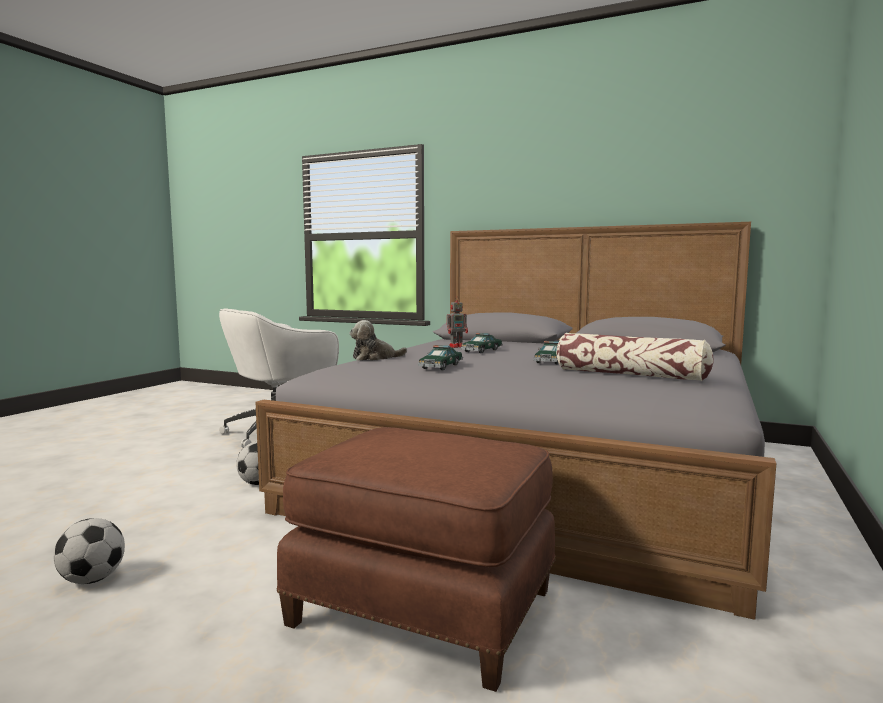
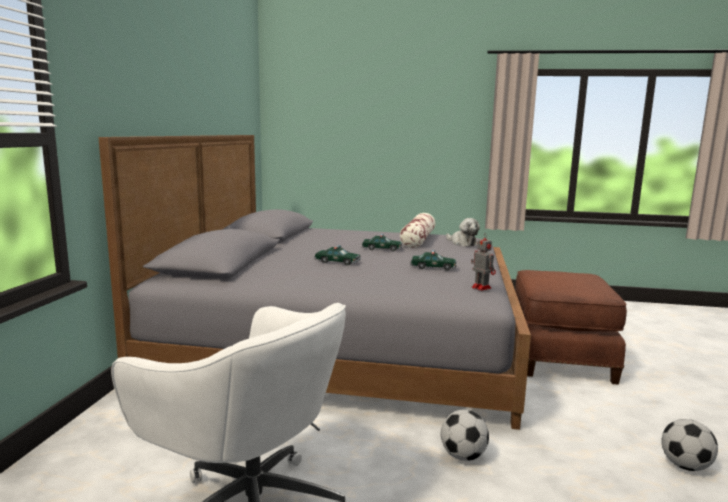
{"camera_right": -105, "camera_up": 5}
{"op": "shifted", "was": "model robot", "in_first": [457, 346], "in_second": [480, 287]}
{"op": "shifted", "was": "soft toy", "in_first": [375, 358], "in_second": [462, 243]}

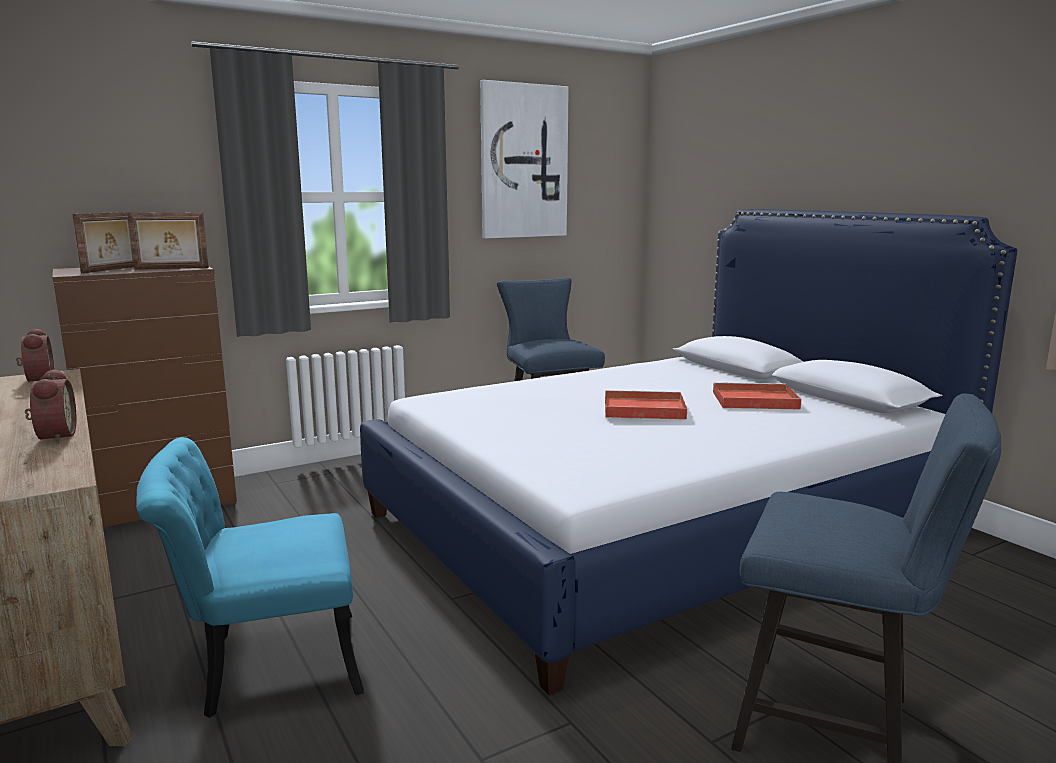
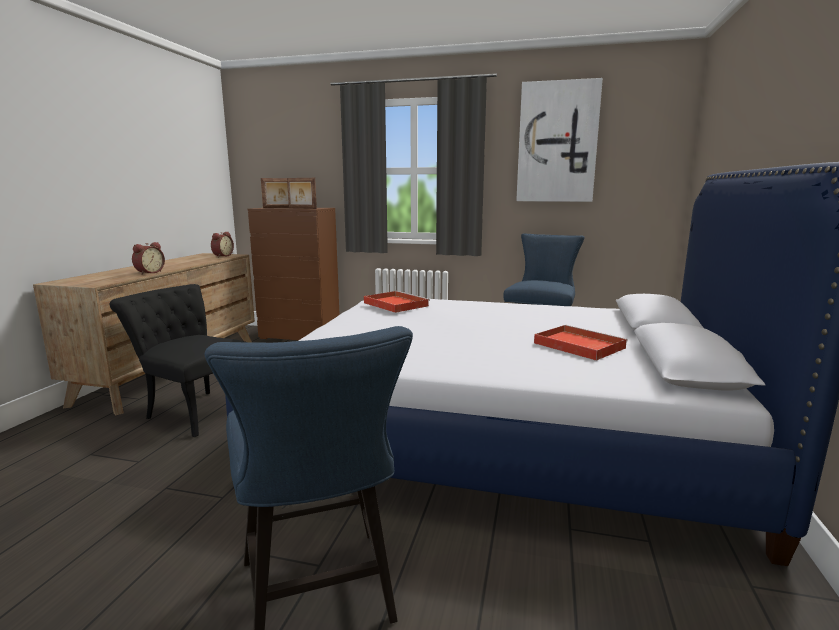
{"camera_right": 45, "camera_up": 0}
{"op": "shifted", "was": "serving tray in reddish", "in_first": [642, 409], "in_second": [394, 304]}
{"op": "repainted", "was": "chair in turquoise-coloured", "now": "chair in black-coloured", "in_first": [263, 666], "in_second": [195, 410]}

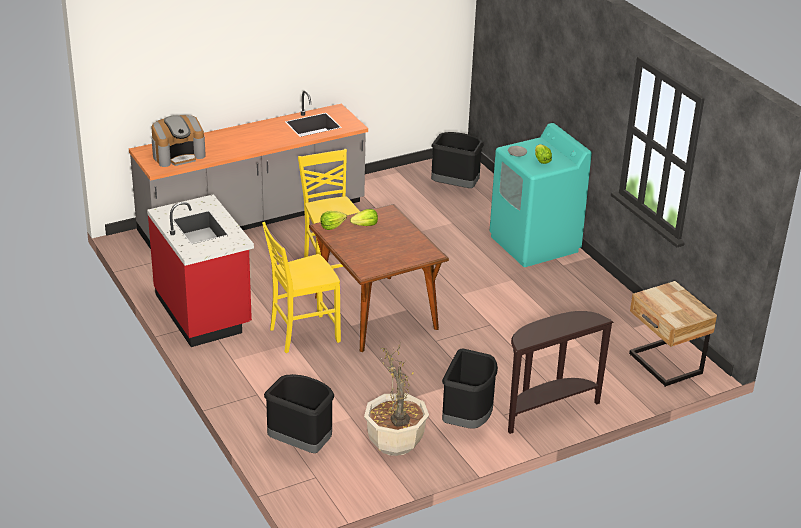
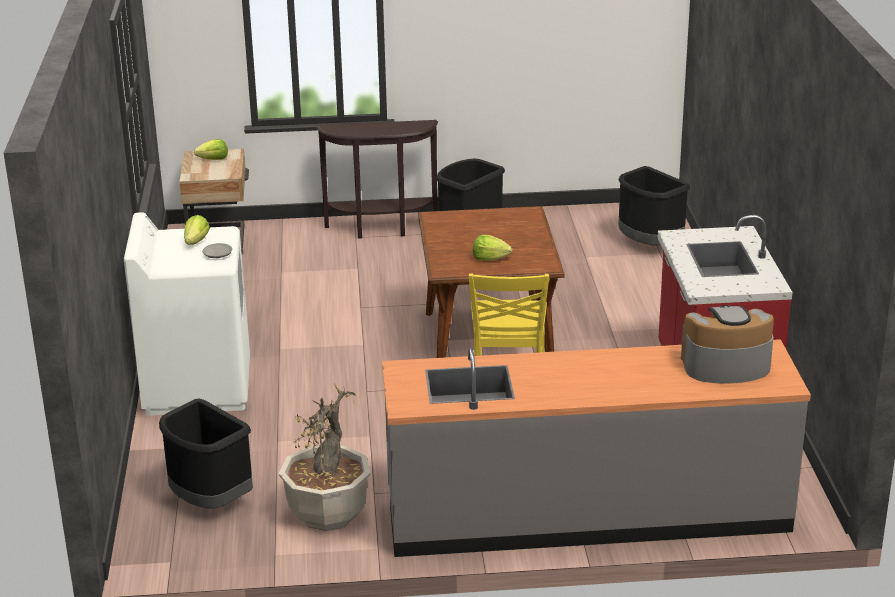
{"camera_right": -155, "camera_up": -5}
{"op": "repainted", "was": "laundry machine in turquoise-coloured", "now": "laundry machine in white", "in_first": [534, 244], "in_second": [197, 386]}
{"op": "shifted", "was": "lettuce head", "in_first": [332, 226], "in_second": [213, 159]}
{"op": "gone", "was": "chair in yellow-coloured", "in_first": [302, 335]}
{"op": "shifted", "was": "potted plant", "in_first": [394, 443], "in_second": [328, 515]}

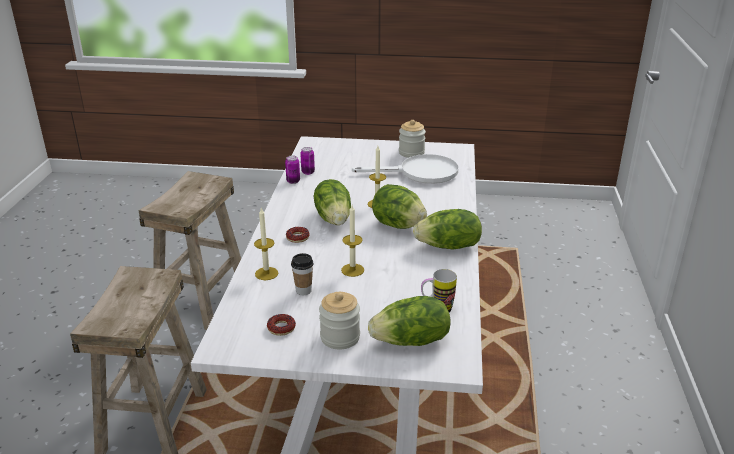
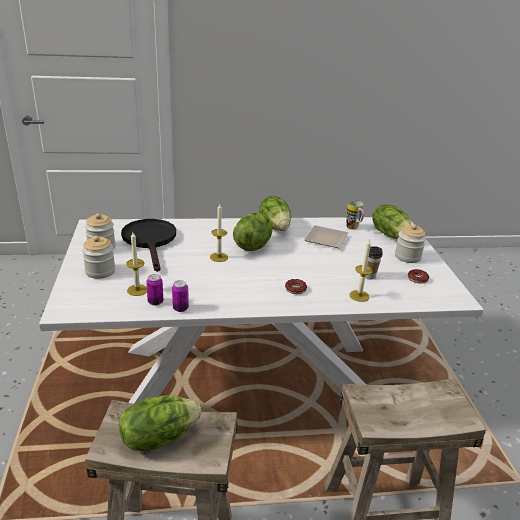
{"camera_right": -105, "camera_up": 0}
{"op": "repainted", "was": "frying pan in white", "now": "frying pan in black-coloured", "in_first": [420, 173], "in_second": [150, 241]}
{"op": "shifted", "was": "lettuce head", "in_first": [334, 218], "in_second": [158, 437]}
{"op": "shifted", "was": "wax candle", "in_first": [352, 270], "in_second": [137, 290]}
{"op": "new", "now": "flat dish", "in_second": [327, 239]}
{"op": "new", "now": "jar", "in_second": [100, 271]}

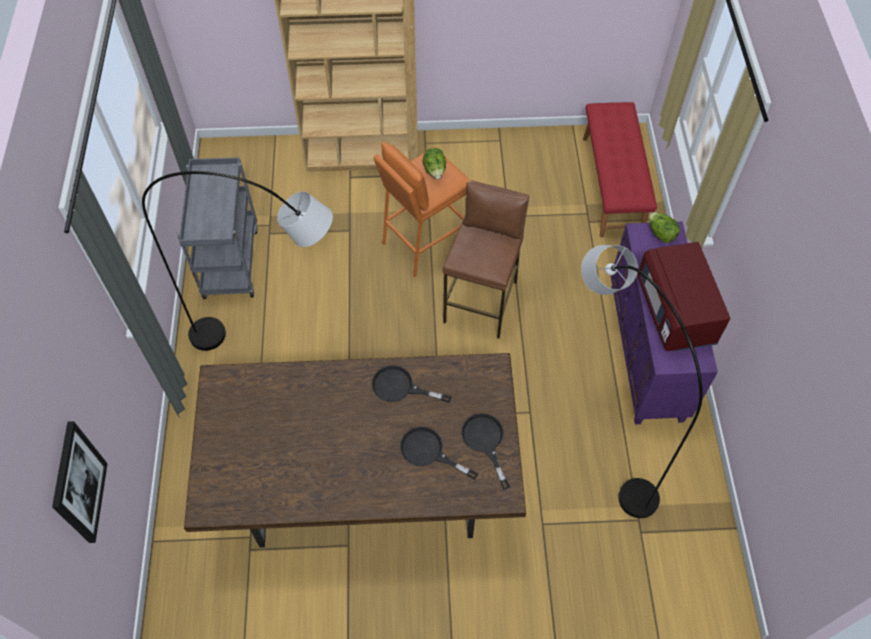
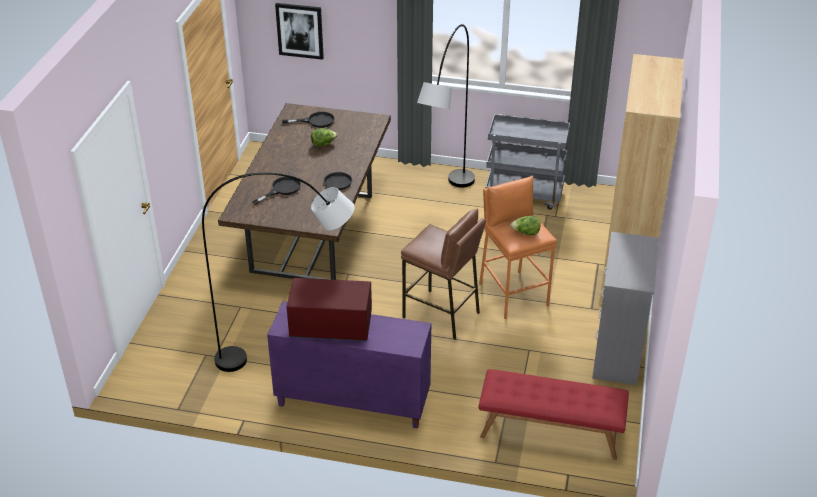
{"camera_right": 105, "camera_up": -20}
{"op": "shifted", "was": "lettuce head", "in_first": [660, 234], "in_second": [323, 144]}
{"op": "shifted", "was": "frying pan in black-coloured", "in_first": [485, 442], "in_second": [315, 121]}
{"op": "new", "now": "drawer chest in gray", "in_second": [616, 354]}

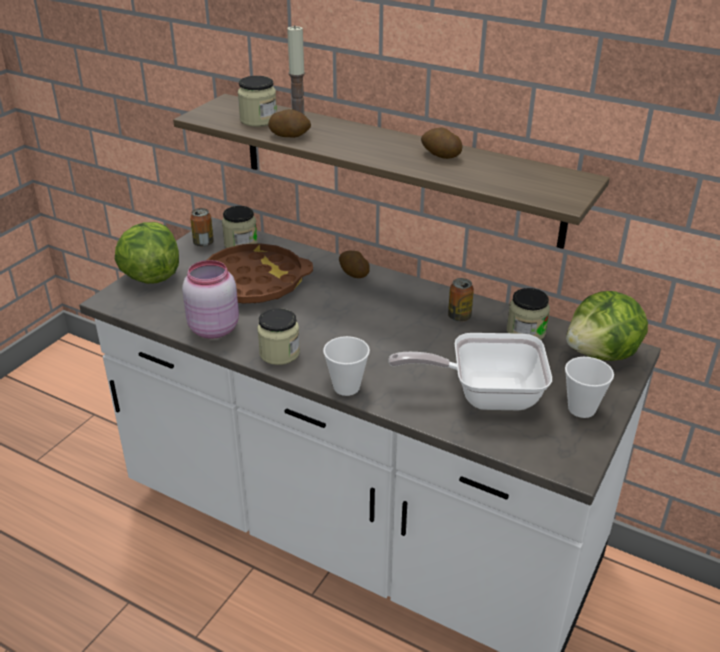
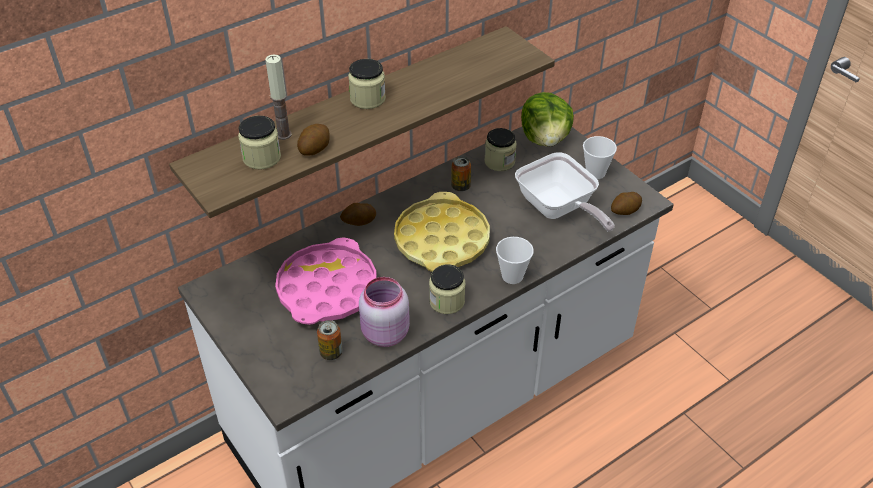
{"camera_right": -65, "camera_up": 10}
{"op": "shifted", "was": "spud", "in_first": [440, 155], "in_second": [624, 211]}
{"op": "shifted", "was": "jar", "in_first": [241, 244], "in_second": [367, 99]}
{"op": "shifted", "was": "can", "in_first": [203, 243], "in_second": [331, 352]}
{"op": "gone", "was": "lettuce head", "in_first": [151, 276]}
{"op": "repainted", "was": "serving tray in brown-coloured", "now": "serving tray in pinkish", "in_first": [252, 282], "in_second": [327, 289]}
{"op": "rotated", "was": "frying pan", "in_first": [485, 394], "in_second": [558, 209], "clockwise": -60}
{"op": "new", "now": "serving tray in yellow-coloured", "in_second": [441, 240]}

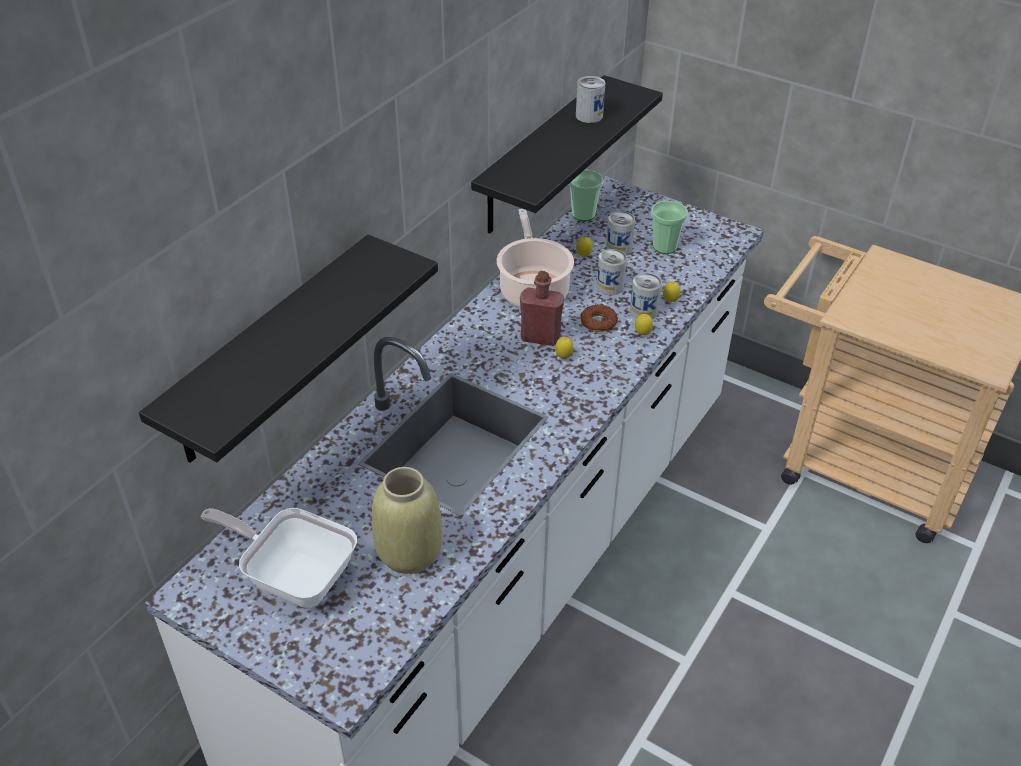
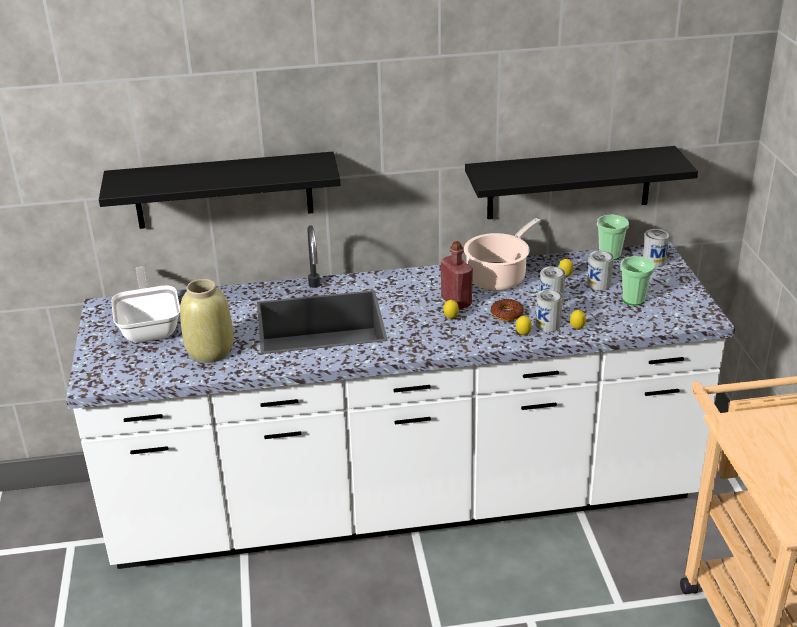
{"camera_right": 50, "camera_up": -10}
{"op": "shifted", "was": "can", "in_first": [589, 116], "in_second": [654, 261]}

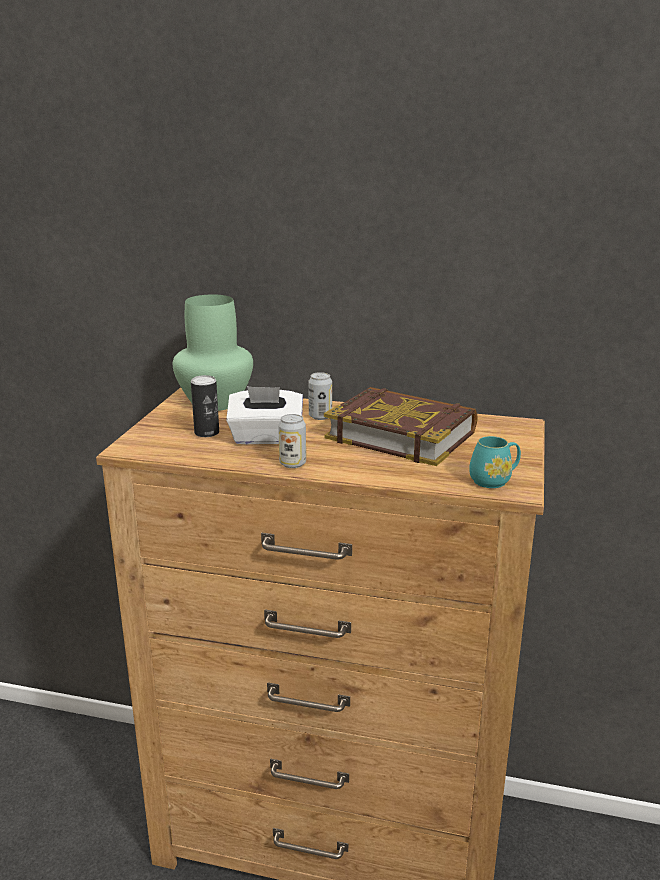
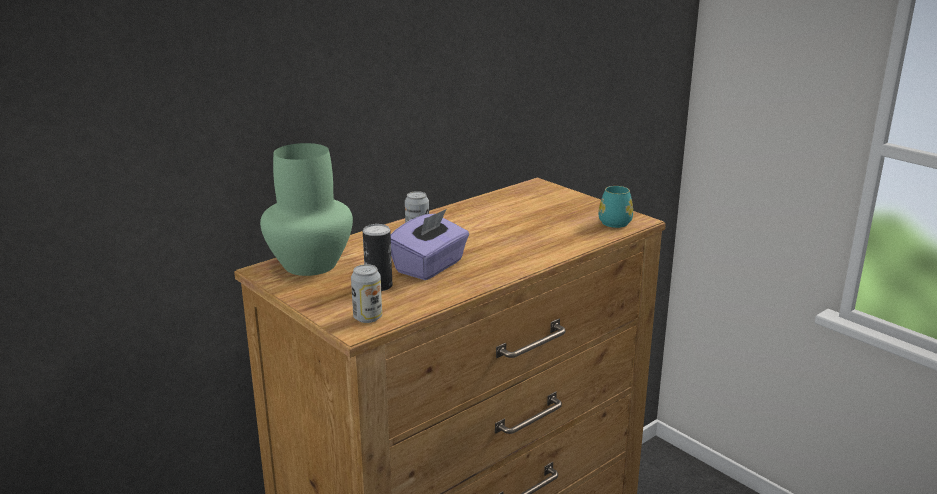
{"camera_right": -55, "camera_up": 0}
{"op": "repainted", "was": "tissue holder in white", "now": "tissue holder in purple", "in_first": [266, 438], "in_second": [430, 267]}
{"op": "gone", "was": "bound book", "in_first": [401, 434]}
{"op": "shifted", "was": "can", "in_first": [292, 464], "in_second": [367, 317]}

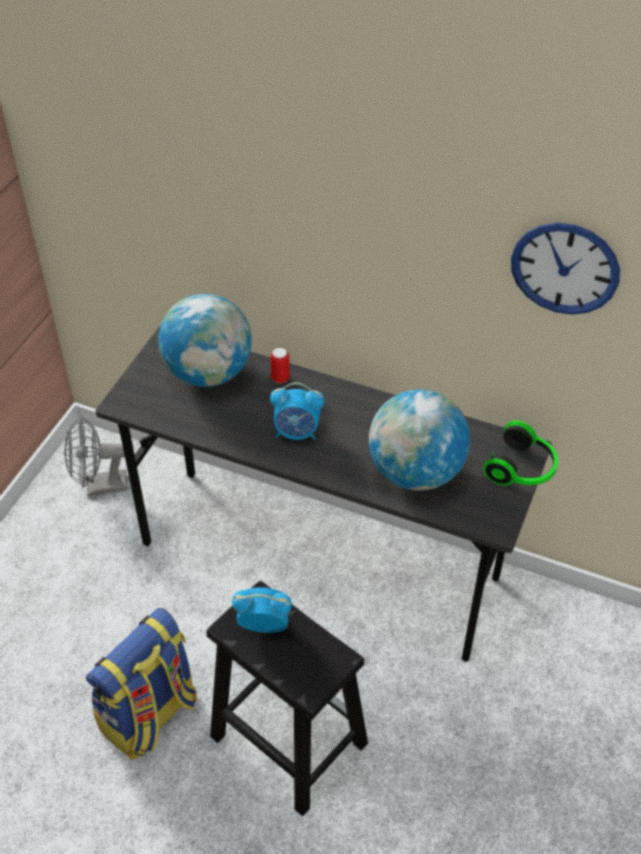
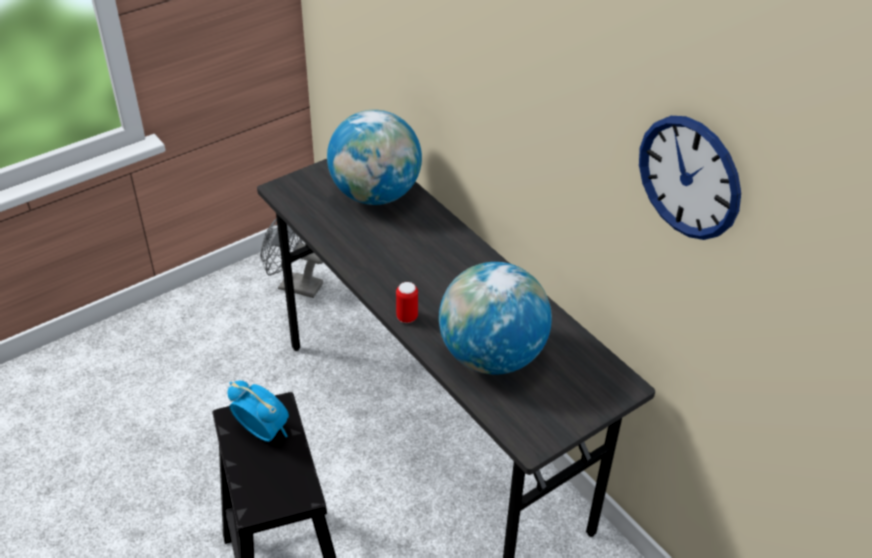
{"camera_right": 30, "camera_up": -5}
{"op": "shifted", "was": "can", "in_first": [280, 378], "in_second": [407, 317]}
{"op": "gone", "was": "bedside clock", "in_first": [297, 432]}
{"op": "gone", "was": "headphones", "in_first": [522, 469]}
{"op": "gone", "was": "backpack", "in_first": [150, 716]}

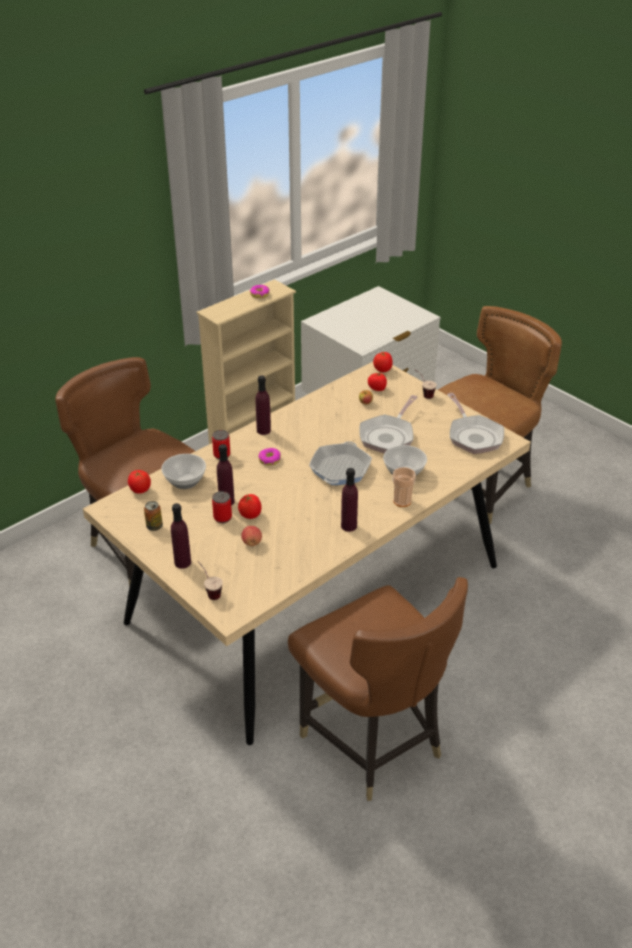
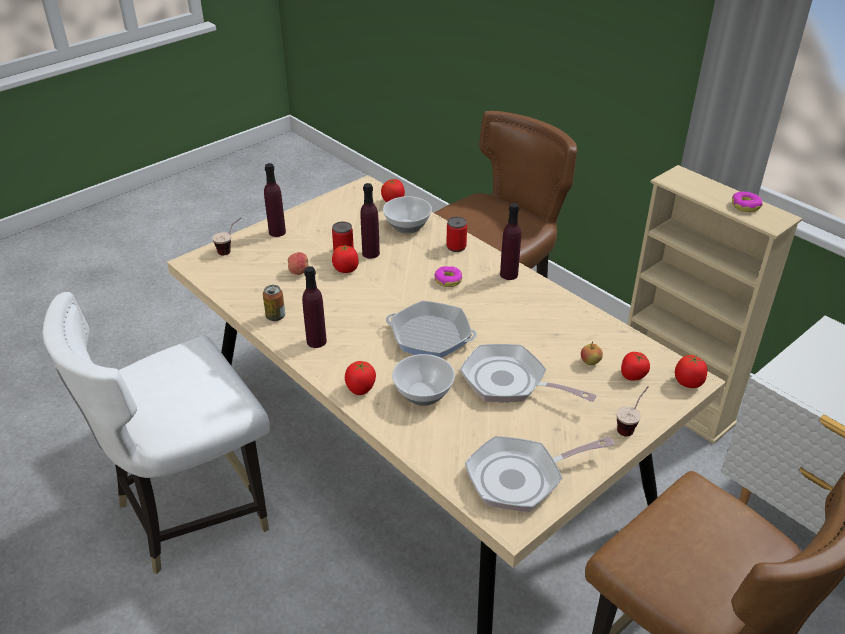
{"camera_right": 90, "camera_up": 0}
{"op": "swapped", "was": "drinking cup", "now": "tomato", "in_first": [402, 501], "in_second": [360, 389]}
{"op": "shifted", "was": "can", "in_first": [154, 526], "in_second": [275, 316]}
{"op": "repainted", "was": "chair in brown-coloured", "now": "chair in white", "in_first": [372, 742], "in_second": [192, 511]}

